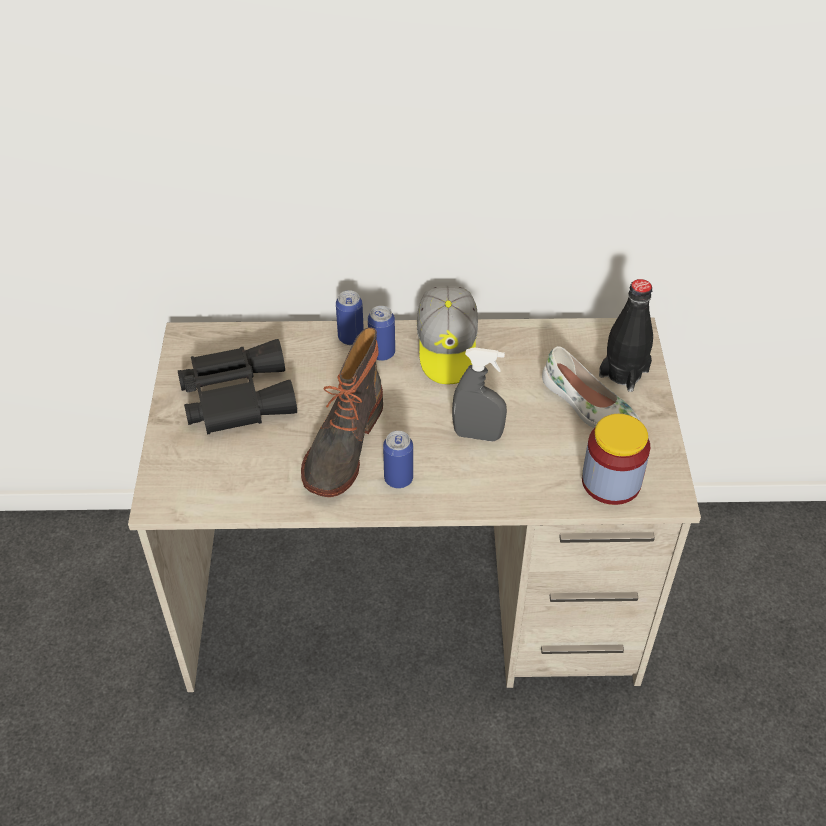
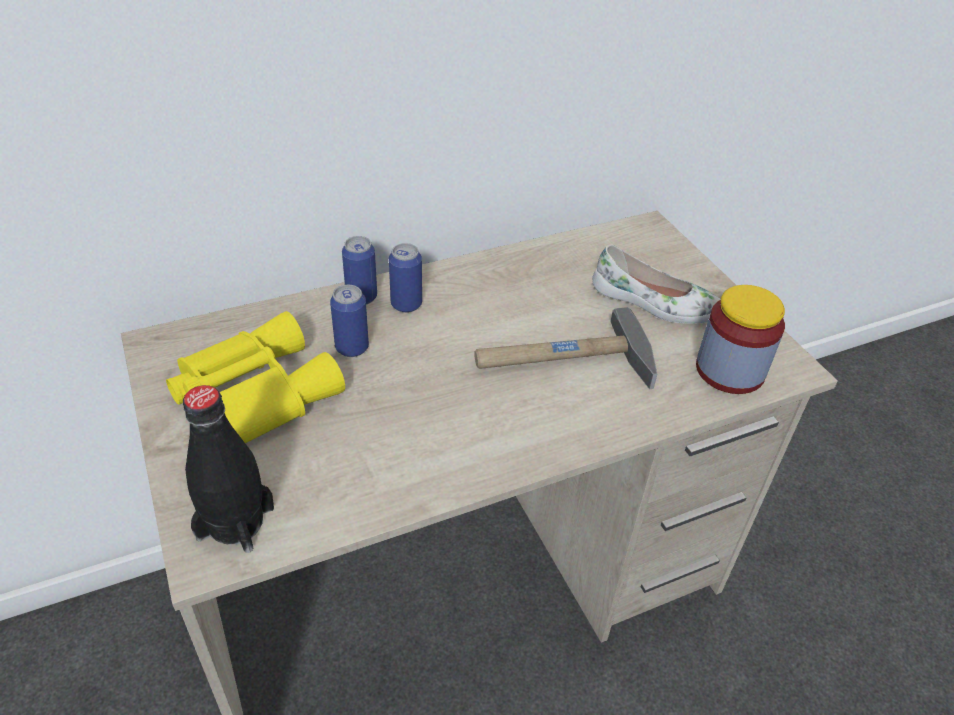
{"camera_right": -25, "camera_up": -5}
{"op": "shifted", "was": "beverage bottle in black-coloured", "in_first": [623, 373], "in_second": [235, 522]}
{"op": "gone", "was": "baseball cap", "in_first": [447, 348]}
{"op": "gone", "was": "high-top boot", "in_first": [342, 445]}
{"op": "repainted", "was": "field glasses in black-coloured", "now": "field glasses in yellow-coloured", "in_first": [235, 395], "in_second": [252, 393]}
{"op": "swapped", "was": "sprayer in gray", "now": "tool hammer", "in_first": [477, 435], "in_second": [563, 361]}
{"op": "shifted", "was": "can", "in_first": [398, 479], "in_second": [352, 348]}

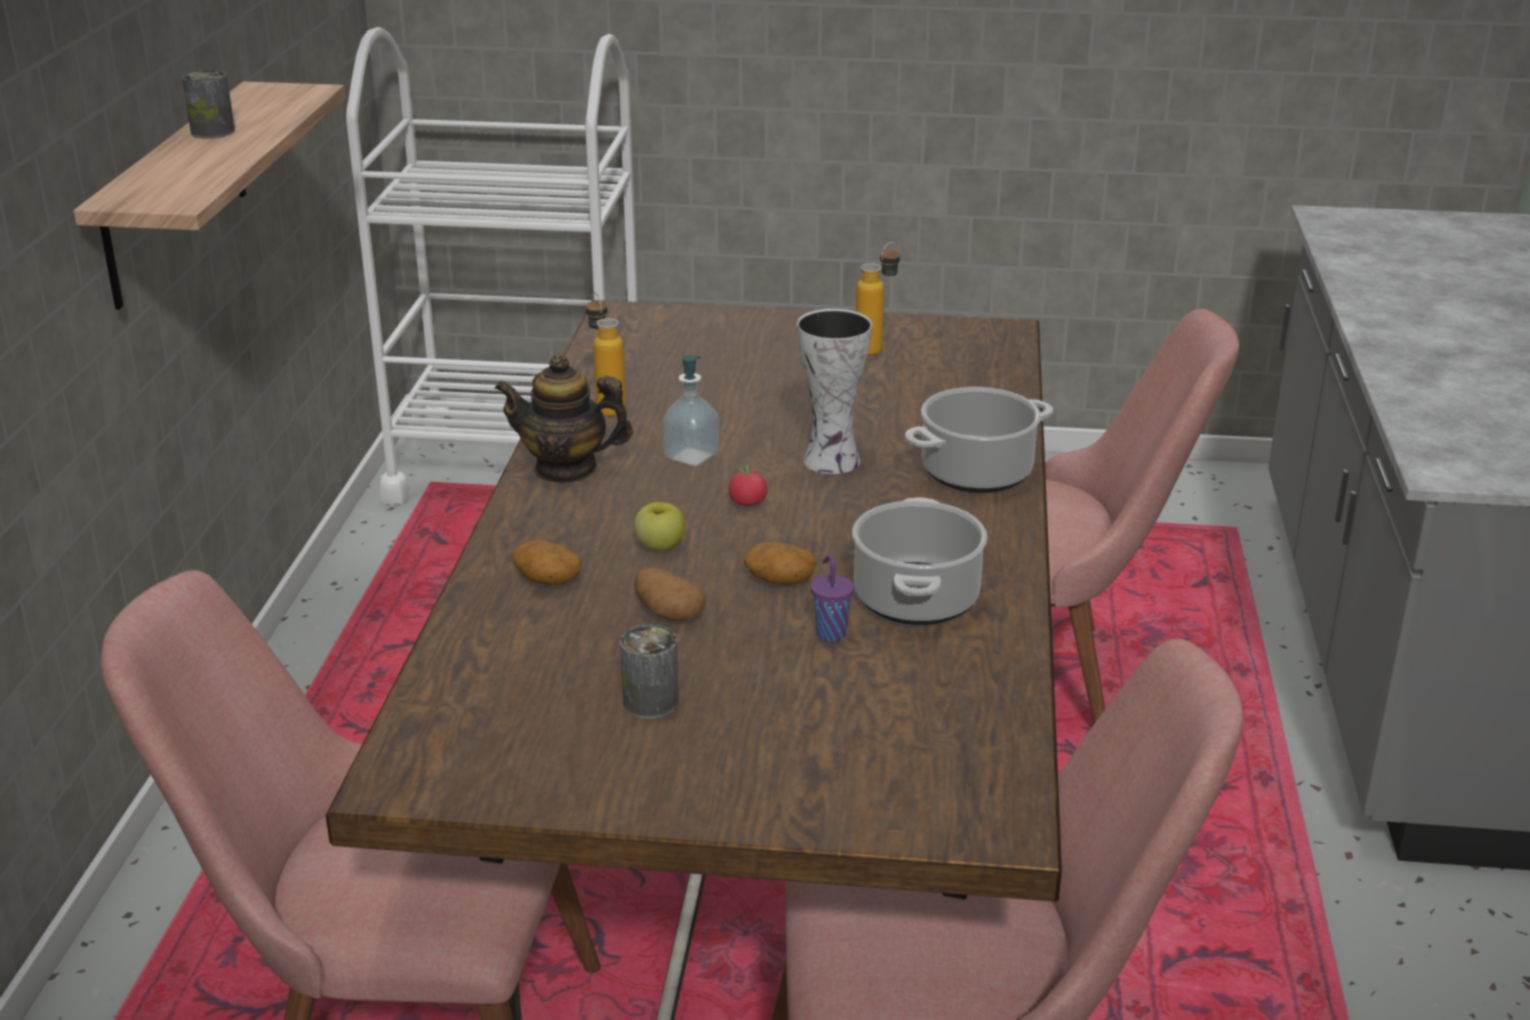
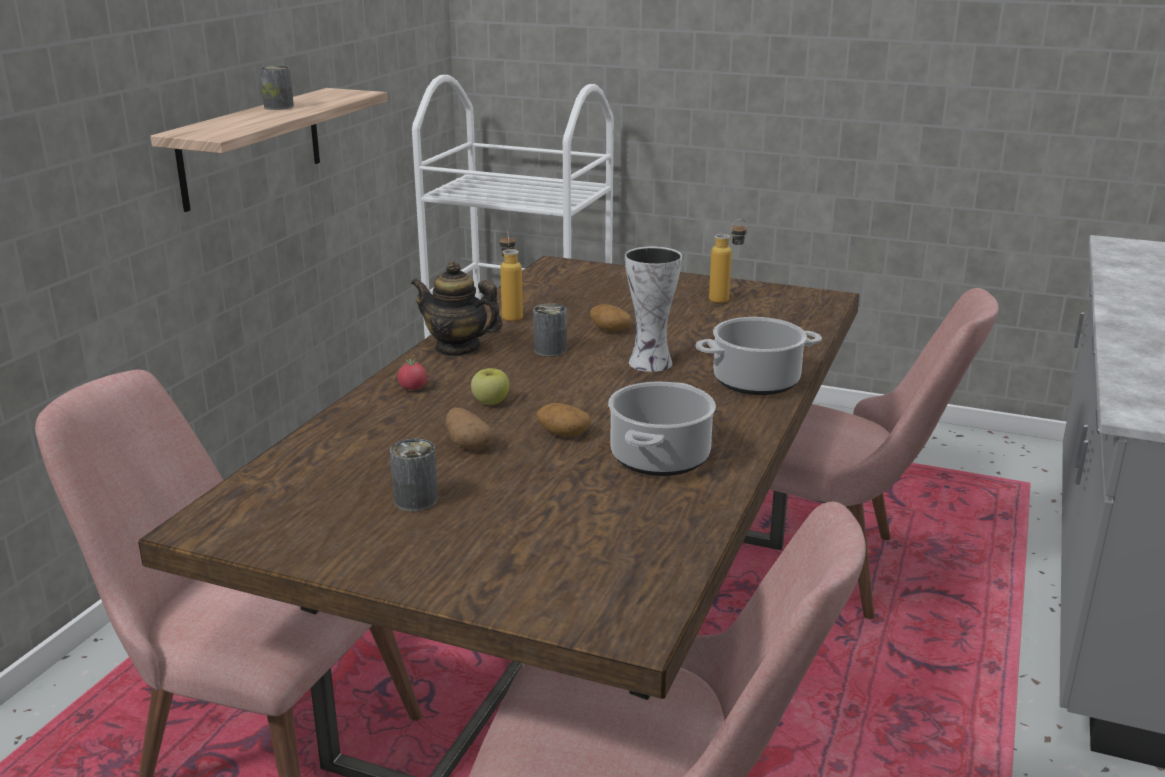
{"camera_right": 15, "camera_up": -5}
{"op": "swapped", "was": "liquid soap bottle", "now": "can", "in_first": [691, 456], "in_second": [550, 350]}
{"op": "shifted", "was": "tomato", "in_first": [747, 503], "in_second": [413, 388]}
{"op": "shifted", "was": "spud", "in_first": [547, 579], "in_second": [609, 329]}
{"op": "gone", "was": "drinking cup in purple", "in_first": [830, 633]}

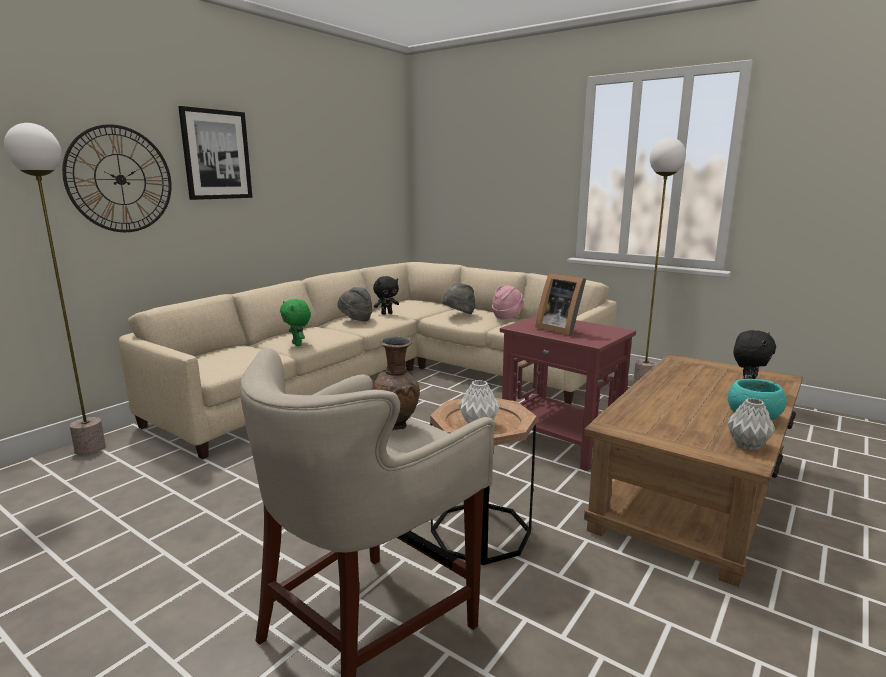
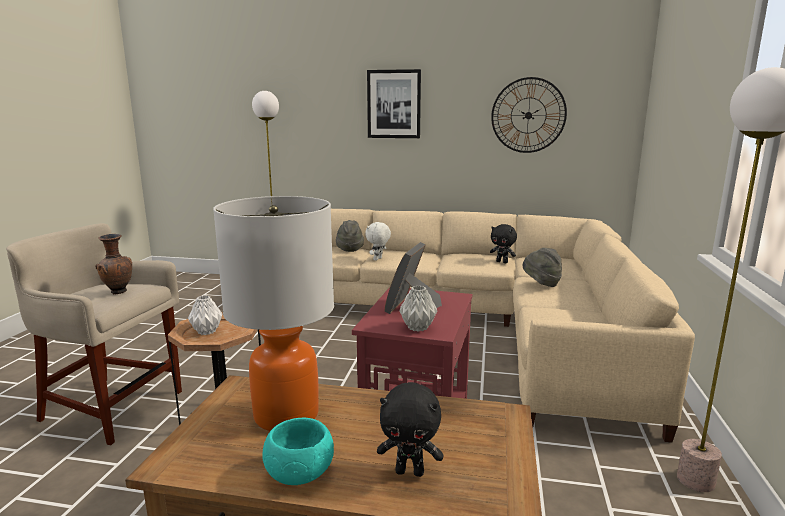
{"camera_right": 65, "camera_up": 0}
{"op": "shifted", "was": "hanging clock", "in_first": [120, 179], "in_second": [528, 115]}
{"op": "gone", "was": "hat in pinkish", "in_first": [507, 317]}
{"op": "shifted", "was": "hat in gray", "in_first": [356, 320], "in_second": [349, 249]}
{"op": "repainted", "was": "soft toy in greenish", "now": "soft toy in white", "in_first": [298, 344], "in_second": [378, 259]}
{"op": "shifted", "was": "vase in gray", "in_first": [748, 445], "in_second": [418, 328]}
{"op": "new", "now": "tabletop lamp", "in_second": [287, 415]}

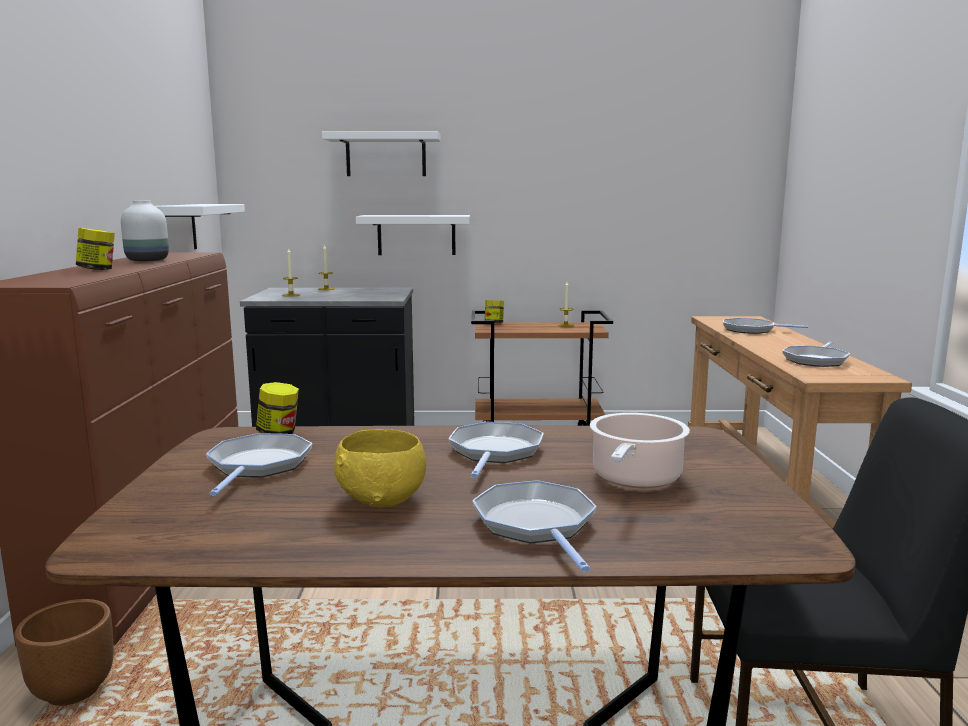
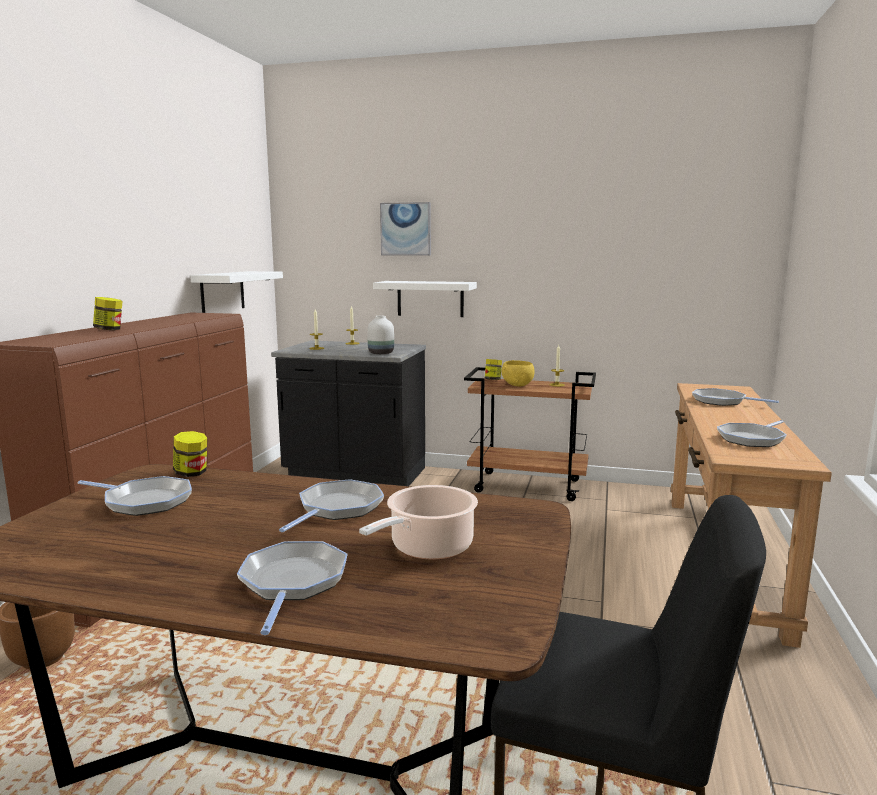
{"camera_right": 15, "camera_up": 0}
{"op": "swapped", "was": "wall shelf in white", "now": "wall picture", "in_first": [386, 155], "in_second": [405, 229]}
{"op": "shifted", "was": "vase in white", "in_first": [147, 260], "in_second": [381, 353]}
{"op": "shifted", "was": "deep dish in yellow-coloured", "in_first": [383, 499], "in_second": [518, 385]}
{"op": "rotated", "was": "frying pan", "in_first": [258, 466], "in_second": [144, 501], "clockwise": 90}

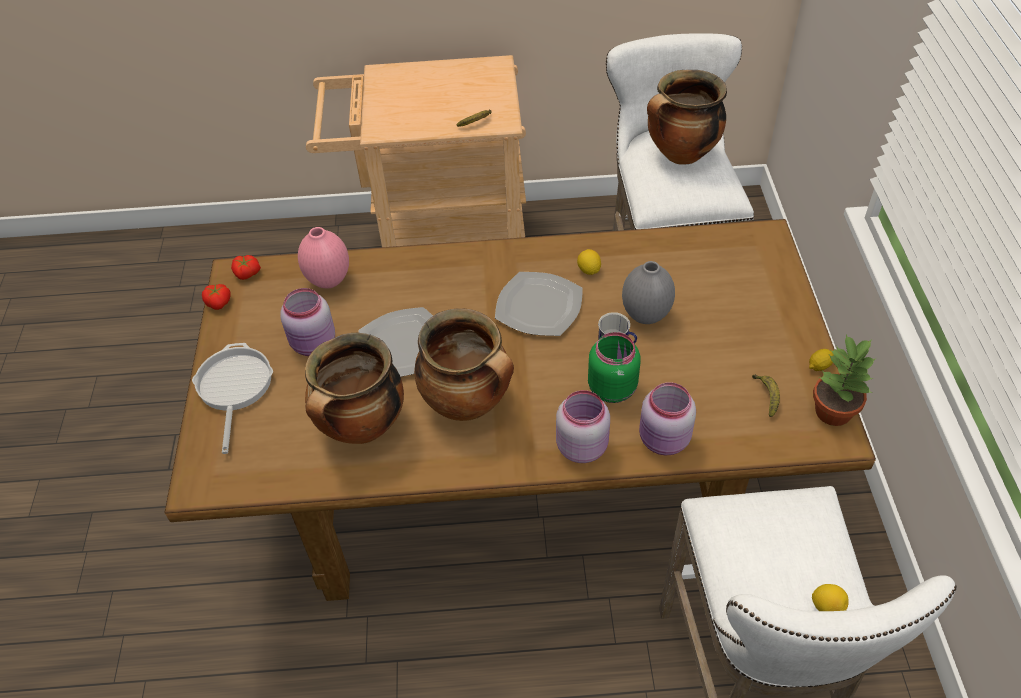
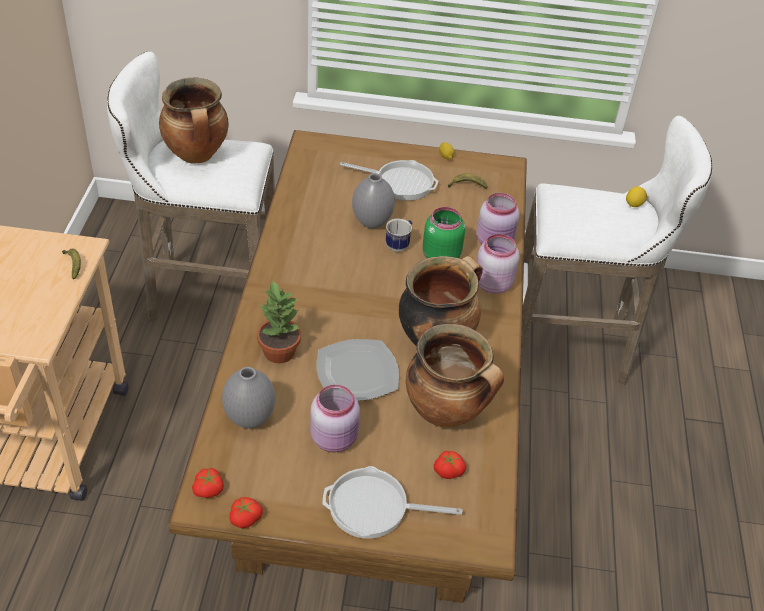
{"camera_right": -85, "camera_up": -5}
{"op": "repainted", "was": "vase in pinkish", "now": "vase in gray", "in_first": [329, 280], "in_second": [249, 418]}
{"op": "gone", "was": "lemon", "in_first": [588, 270]}
{"op": "gone", "was": "flat dish", "in_first": [538, 307]}
{"op": "shifted", "was": "potted plant", "in_first": [833, 411], "in_second": [278, 351]}
{"op": "new", "now": "frying pan", "in_second": [400, 182]}
{"op": "new", "now": "tomato", "in_second": [448, 470]}

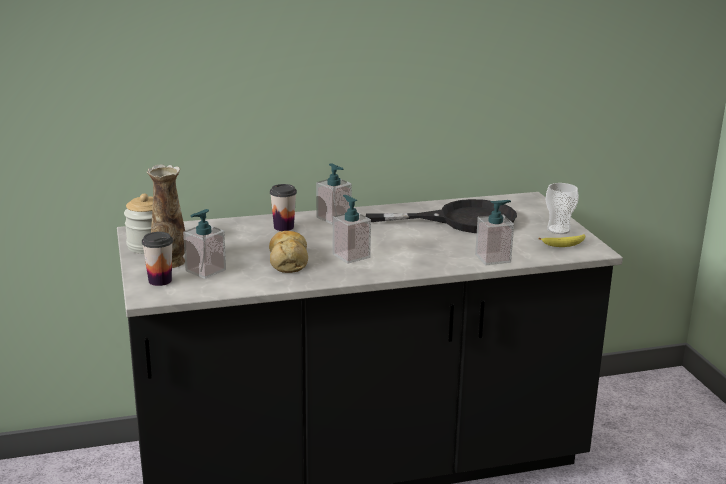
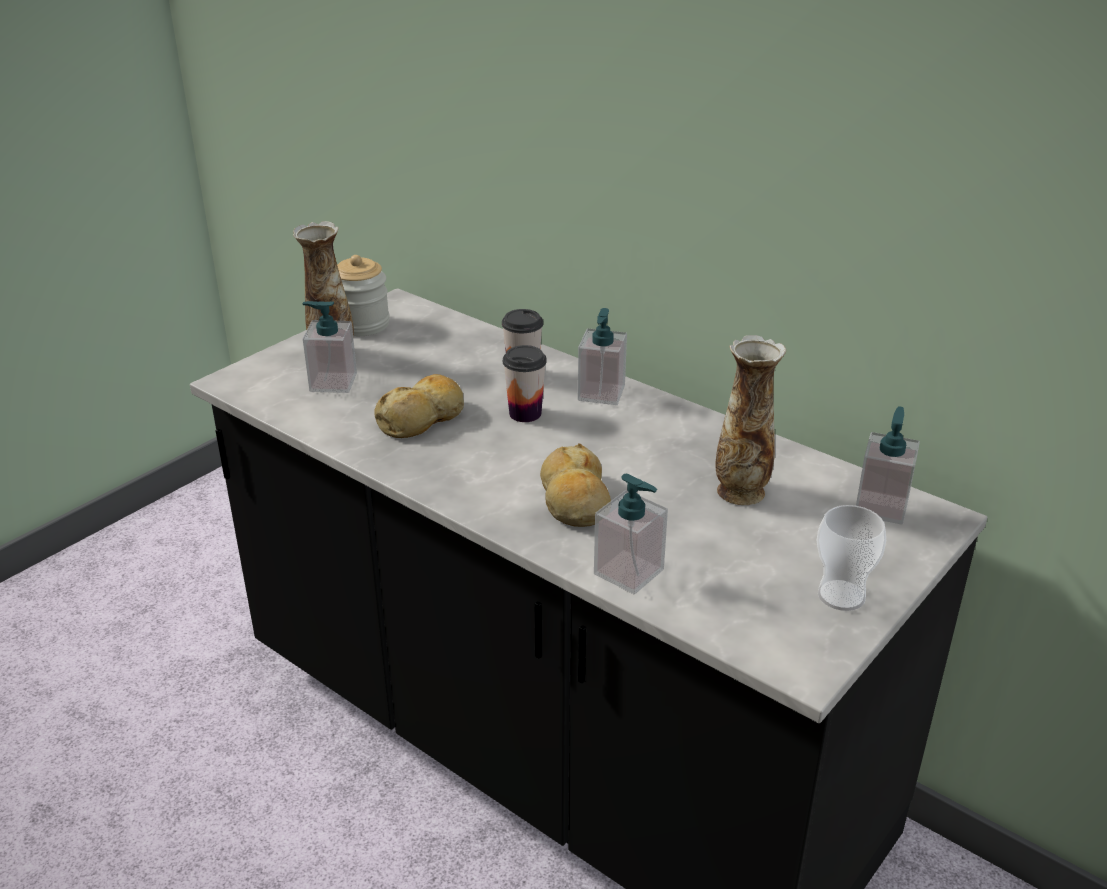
{"camera_right": 55, "camera_up": 10}
{"op": "shifted", "was": "liquid soap bottle", "in_first": [351, 256], "in_second": [881, 506]}
{"op": "swapped", "was": "frying pan in black-coloured", "now": "vase", "in_first": [462, 220], "in_second": [741, 491]}
{"op": "shifted", "was": "drinking cup", "in_first": [160, 281], "in_second": [525, 413]}
{"op": "gone", "was": "banana", "in_first": [565, 244]}
{"op": "new", "now": "bread", "in_second": [574, 500]}

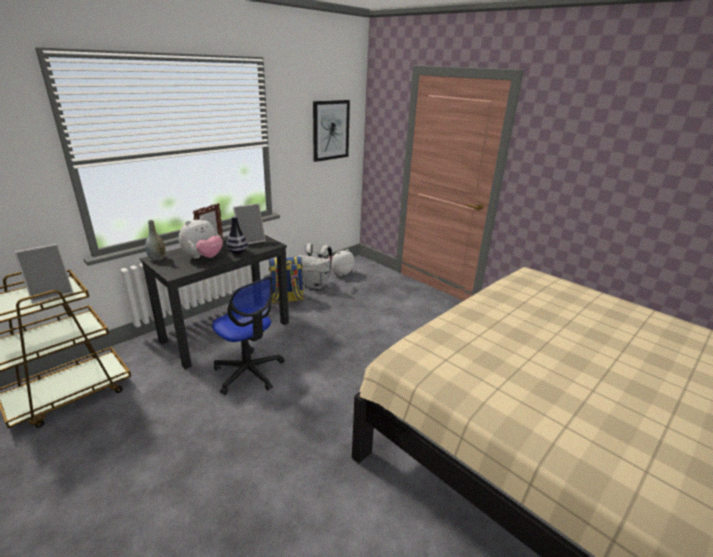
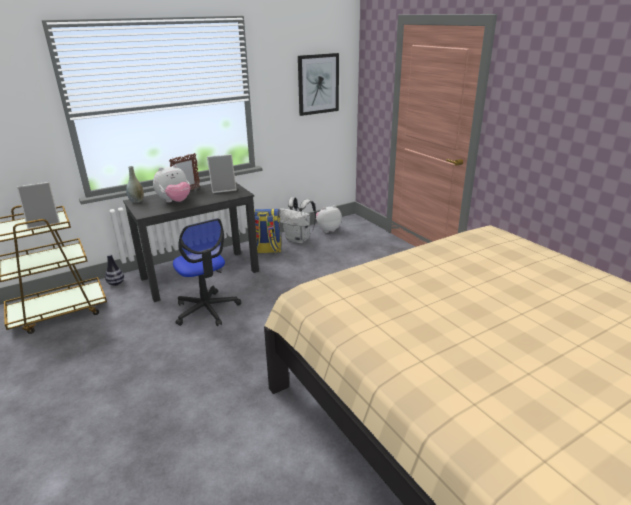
{"camera_right": 15, "camera_up": 0}
{"op": "shifted", "was": "vase", "in_first": [237, 252], "in_second": [116, 283]}

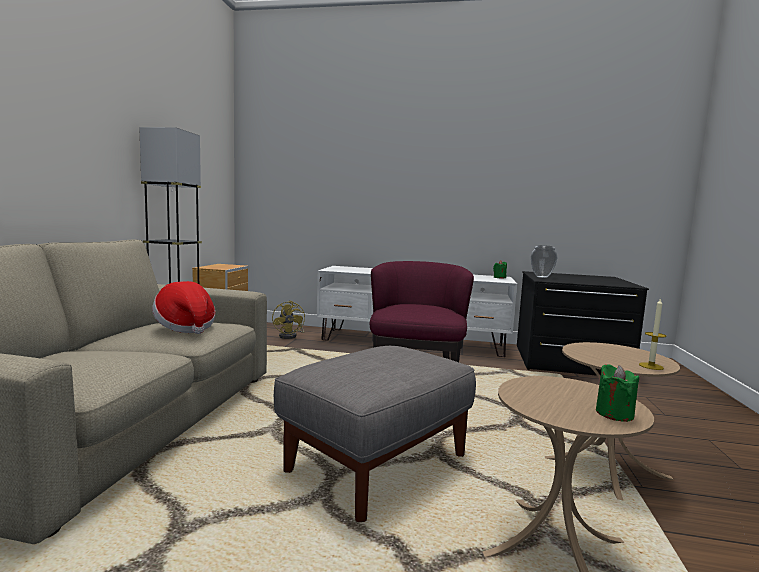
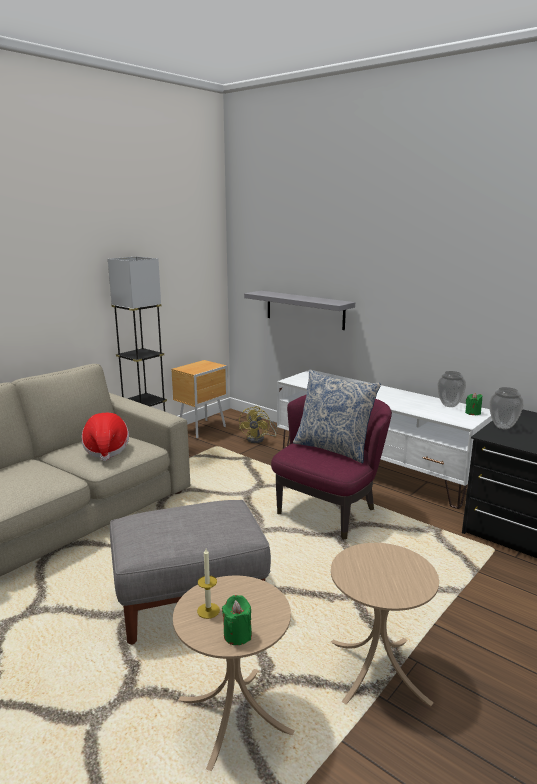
{"camera_right": 30, "camera_up": 10}
{"op": "shifted", "was": "wax candle", "in_first": [651, 366], "in_second": [208, 610]}
{"op": "new", "now": "wall shelf in gray", "in_second": [304, 309]}
{"op": "new", "now": "throw pillow", "in_second": [333, 448]}
{"op": "new", "now": "vase", "in_second": [448, 405]}

